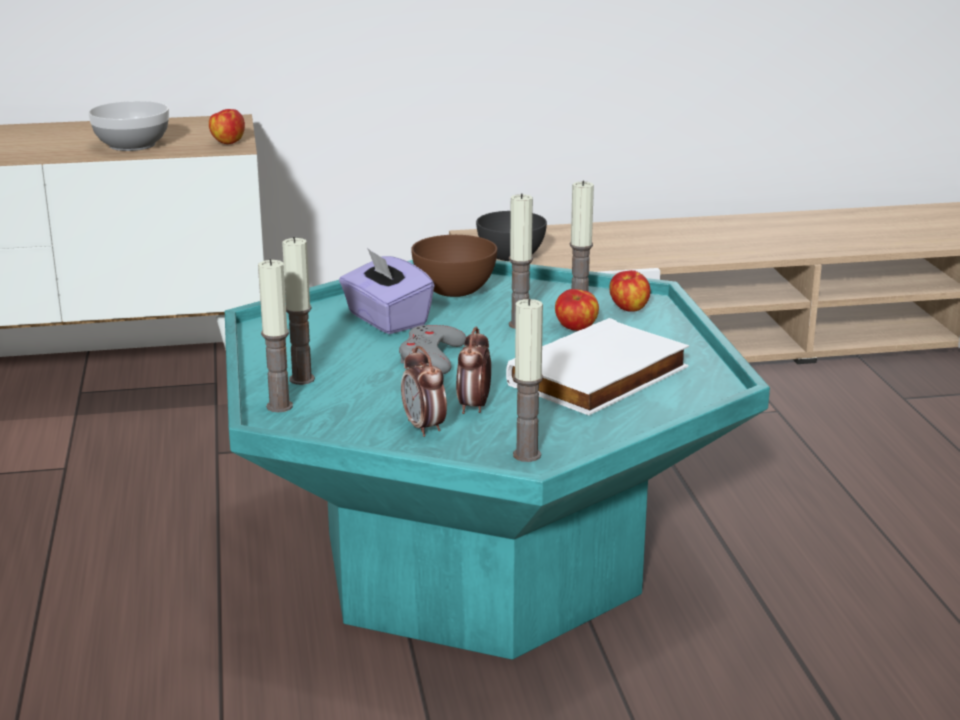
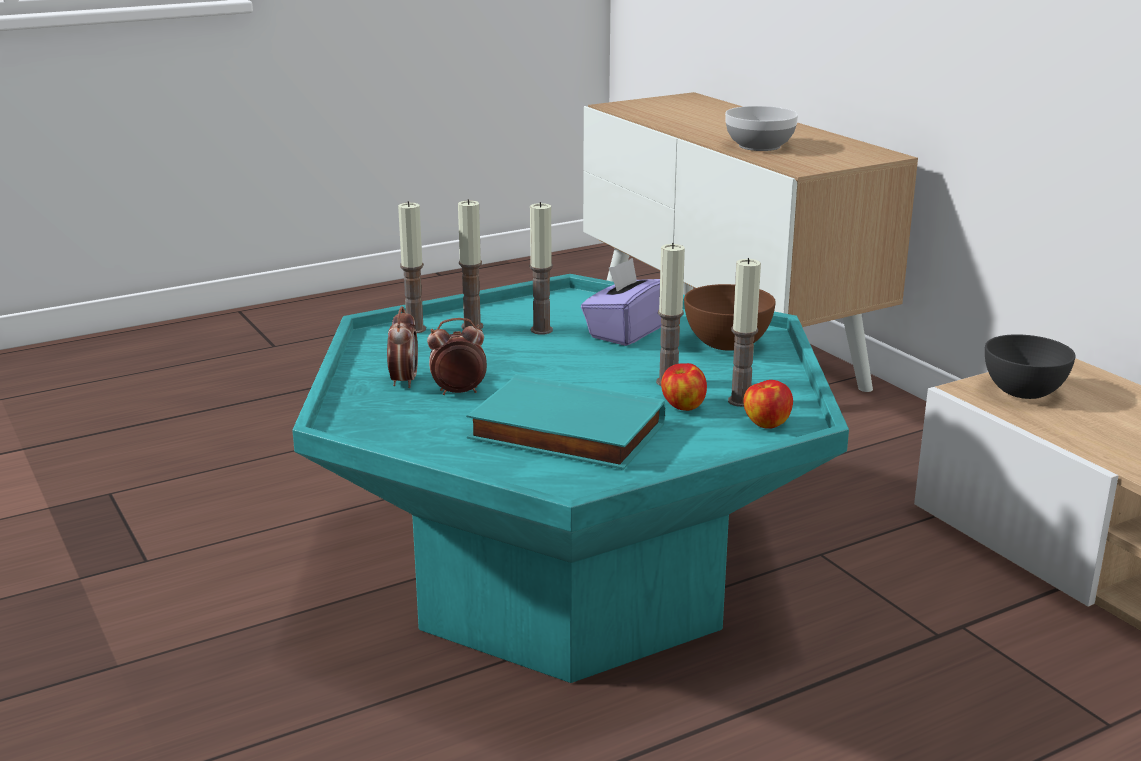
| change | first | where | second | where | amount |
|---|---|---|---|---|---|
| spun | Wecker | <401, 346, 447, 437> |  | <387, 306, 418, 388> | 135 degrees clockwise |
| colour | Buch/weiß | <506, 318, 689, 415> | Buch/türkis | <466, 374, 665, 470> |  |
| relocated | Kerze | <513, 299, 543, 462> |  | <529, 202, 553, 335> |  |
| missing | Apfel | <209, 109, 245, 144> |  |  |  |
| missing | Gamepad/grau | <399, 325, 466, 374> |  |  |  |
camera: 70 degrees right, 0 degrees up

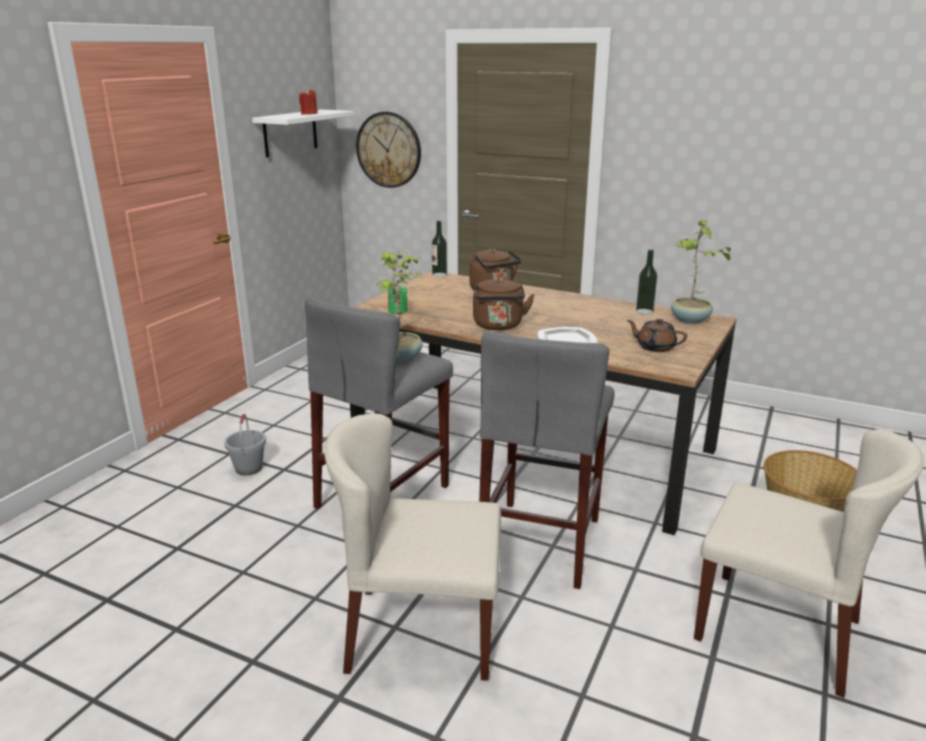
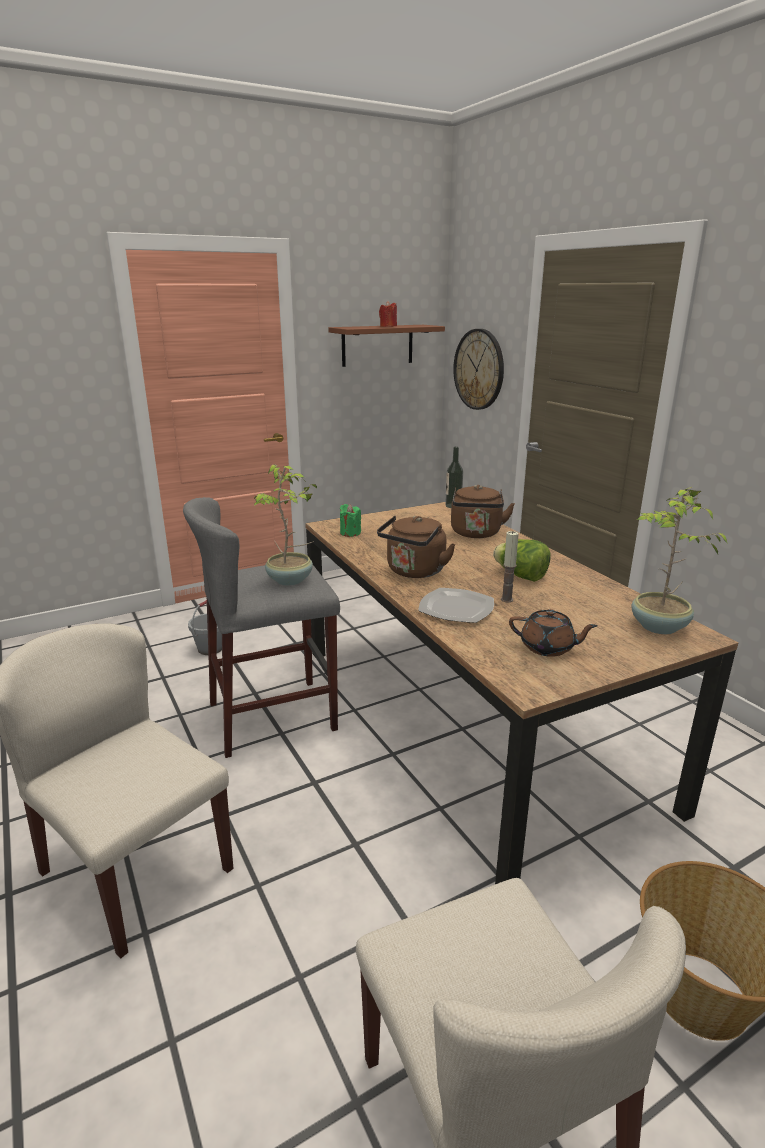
| change | first | where | second | where | amount |
|---|---|---|---|---|---|
| colour | Wandregal/weiß | <252, 110, 354, 157> | Wandregal/braun | <328, 325, 445, 367> |  |
| appeared |  |  | Salatkopf | <493, 539, 551, 582> |  |
| appeared |  |  | Kerze | <501, 531, 519, 602> |  |
| spun | Teekanne/braun | <627, 319, 687, 352> |  | <509, 609, 598, 657> | 135 degrees clockwise |
| missing | Hocker/grau | <479, 331, 614, 589> |  |  |  |
| missing | Flasche | <636, 250, 657, 315> |  |  |  |
camera: 35 degrees right, 0 degrees up

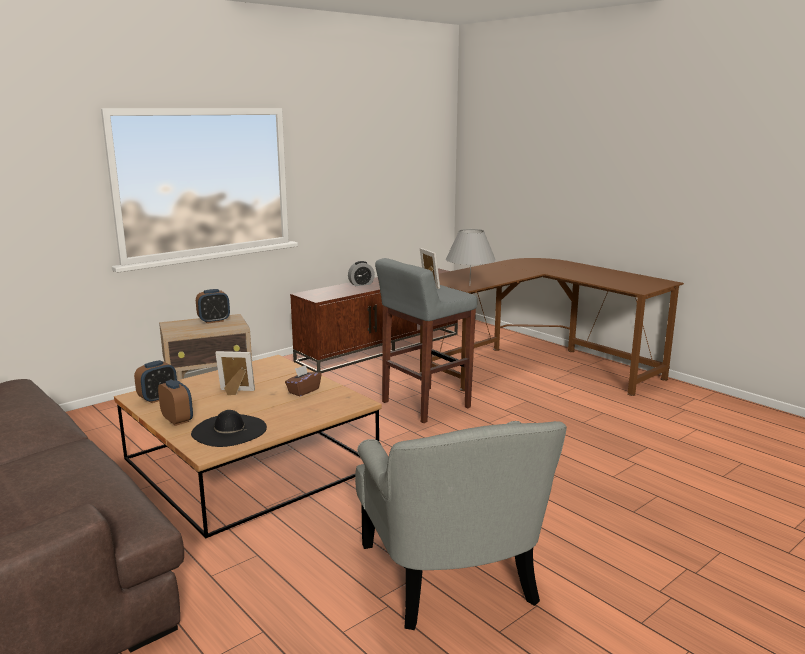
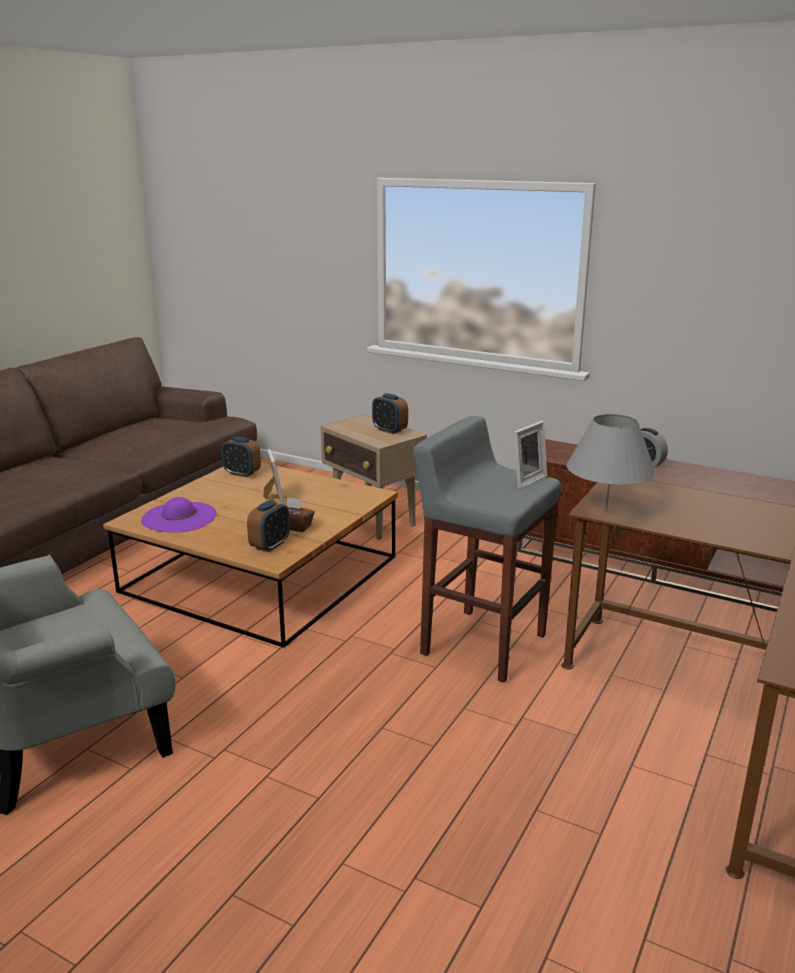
| change | first | where | second | where | amount |
|---|---|---|---|---|---|
| colour | Hut/schwarz | <191, 410, 267, 447> | Hut/lila | <141, 497, 216, 533> |  |
| relocated | Wecker | <158, 380, 193, 426> |  | <247, 500, 290, 552> |  |
camera: 70 degrees right, 5 degrees up

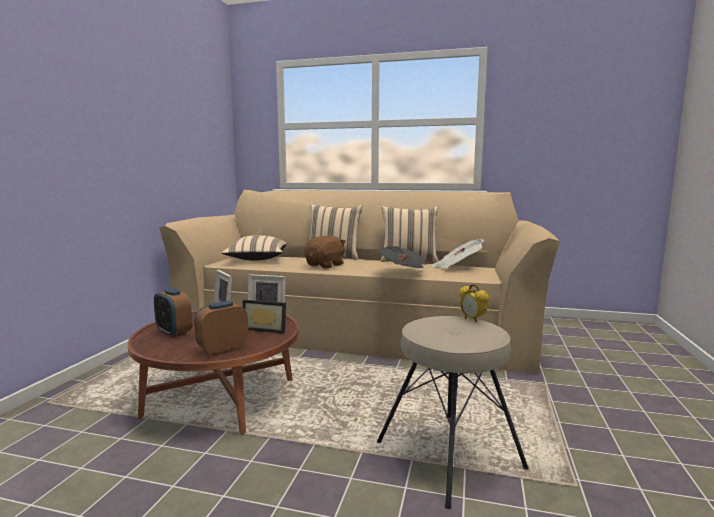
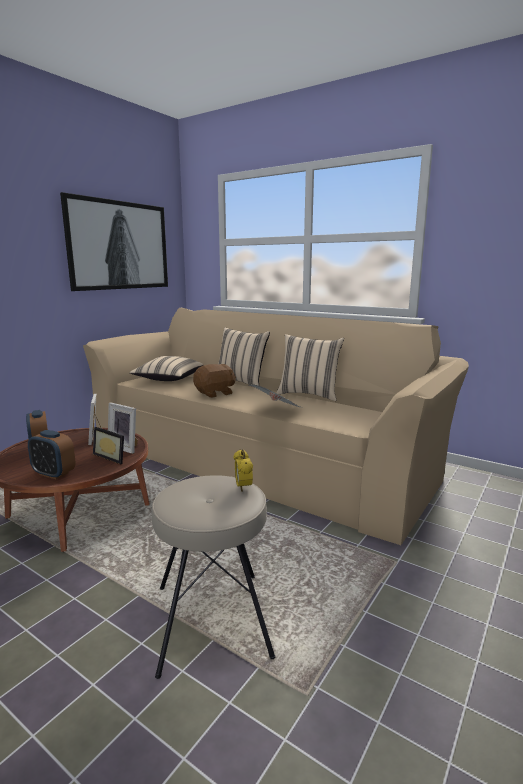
| change | first | where | second | where | amount |
|---|---|---|---|---|---|
| spun | Wecker | <195, 301, 248, 355> |  | <28, 430, 76, 479> | 135 degrees counterclockwise |
| appeared |  |  | Bild | <60, 192, 168, 291> |  |
| missing | Zeitung | <432, 239, 484, 268> |  |  |  |
camera: 20 degrees right, 5 degrees up

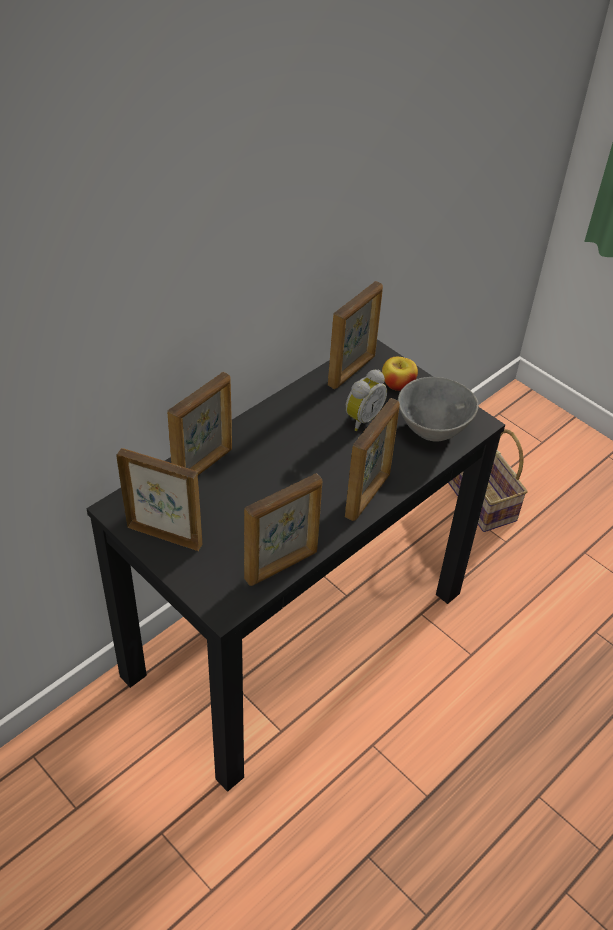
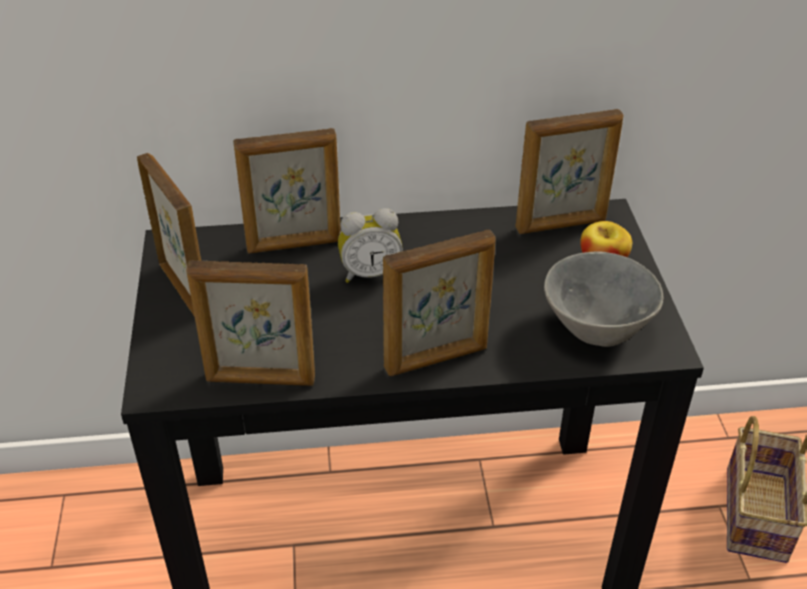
| change | first | where | second | where | amount |
|---|---|---|---|---|---|
| relocated | Wecker | <345, 369, 387, 431> |  | <338, 208, 403, 283> |  |
camera: 40 degrees right, 5 degrees down

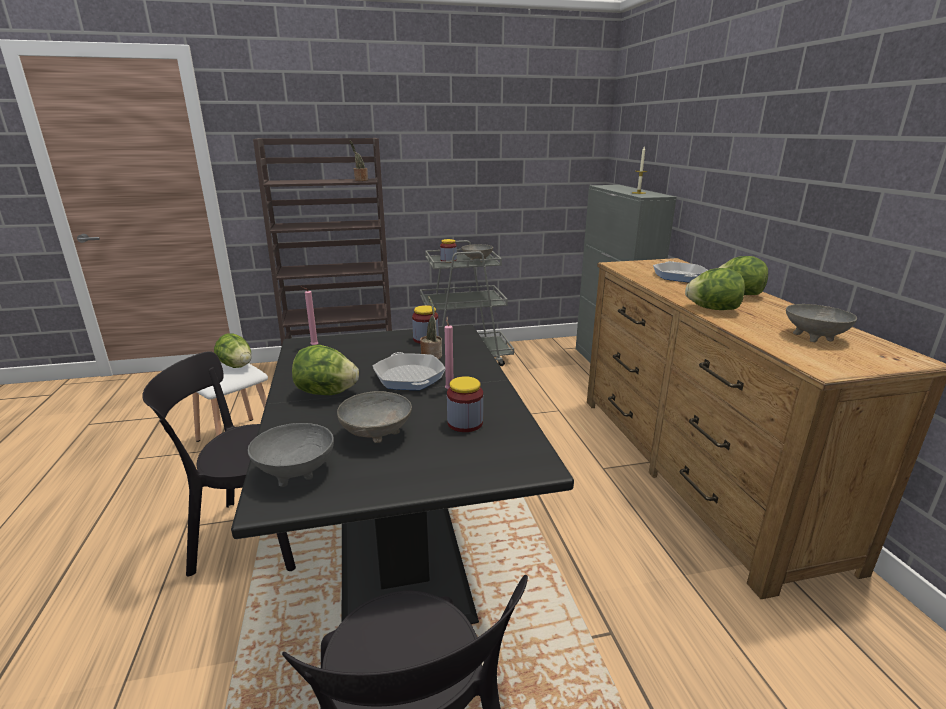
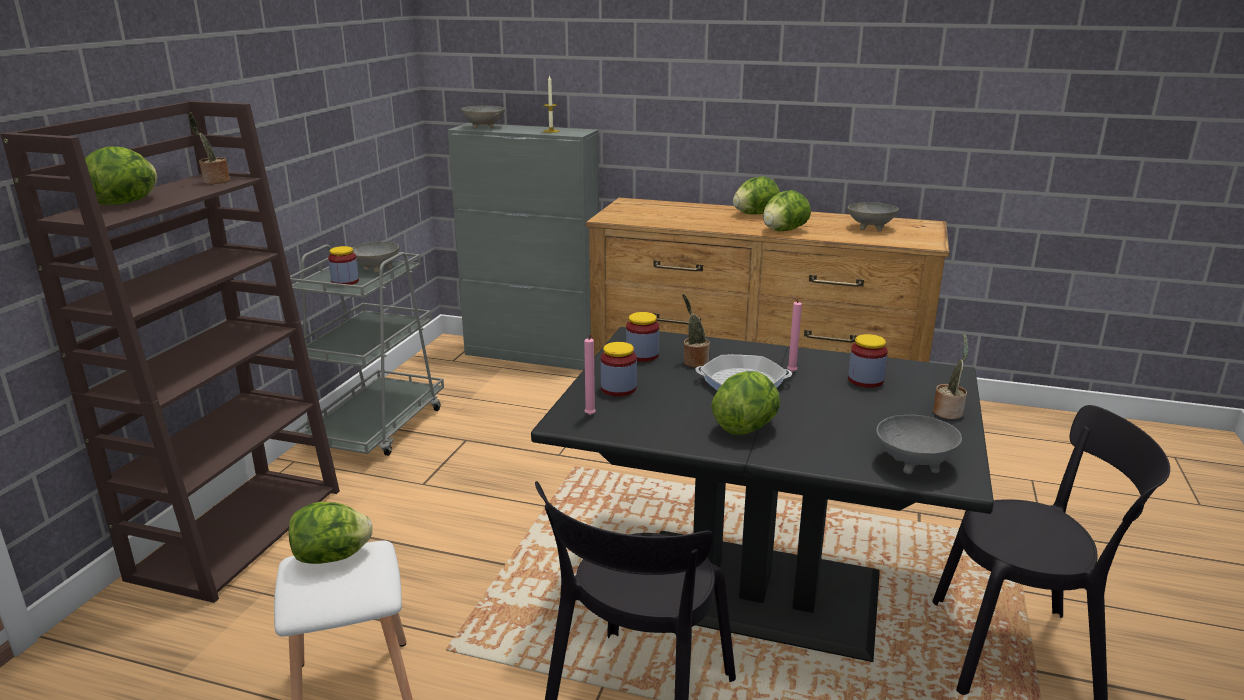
| change | first | where | second | where | amount |
|---|---|---|---|---|---|
| appeared |  |  | Salatkopf | <85, 146, 157, 205> |  |
| relocated | Schüssel/grau | <337, 391, 412, 443> |  | <461, 106, 505, 129> |  |
| appeared |  |  | Vorratsglas | <601, 342, 637, 396> |  |
| appeared |  |  | Topfpflanze | <933, 333, 969, 419> |  |
| missing | Pfanne | <653, 261, 708, 282> |  |  |  |
camera: 60 degrees left, 0 degrees up

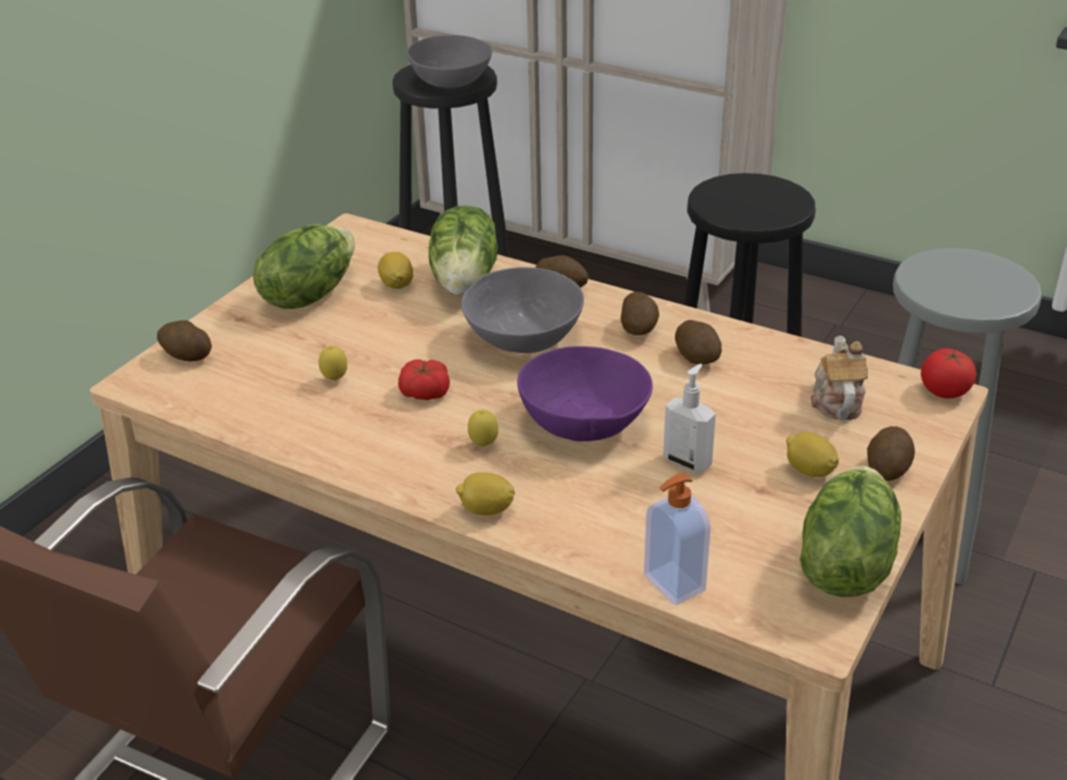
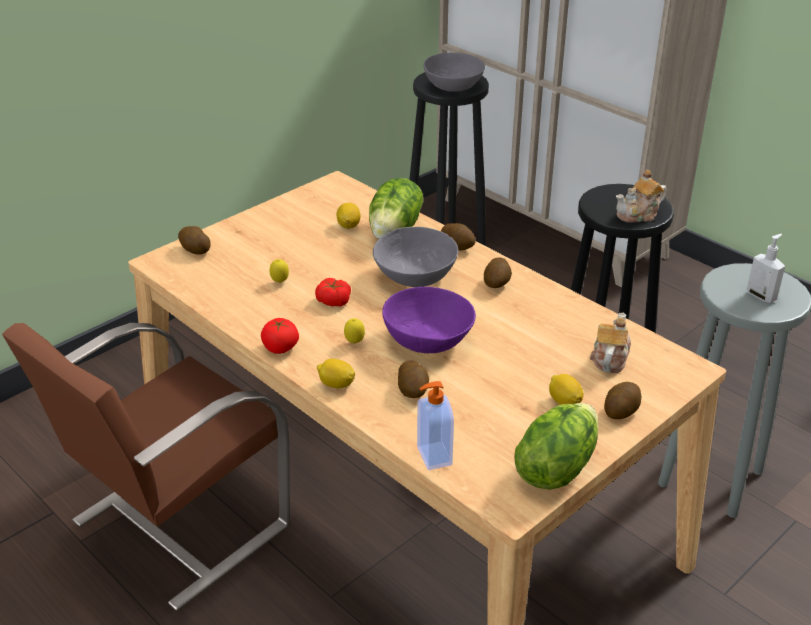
| change | first | where | second | where | amount |
|---|---|---|---|---|---|
| relocated | Tomate | <921, 349, 976, 398> |  | <261, 318, 299, 354> |  |
| relocated | Kartoffel | <675, 320, 722, 364> |  | <398, 360, 429, 398> |  |
| appeared |  |  | Teekanne | <616, 170, 667, 223> |  |
| relocated | Seifenspender | <663, 364, 716, 473> |  | <746, 234, 785, 303> |  |
| missing | Salatkopf | <253, 224, 355, 309> |  |  |  |
camera: 15 degrees right, 0 degrees up

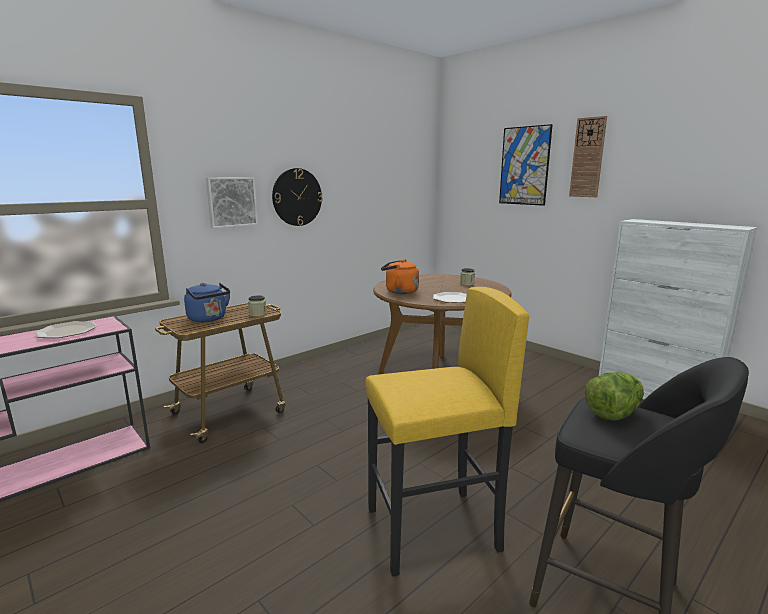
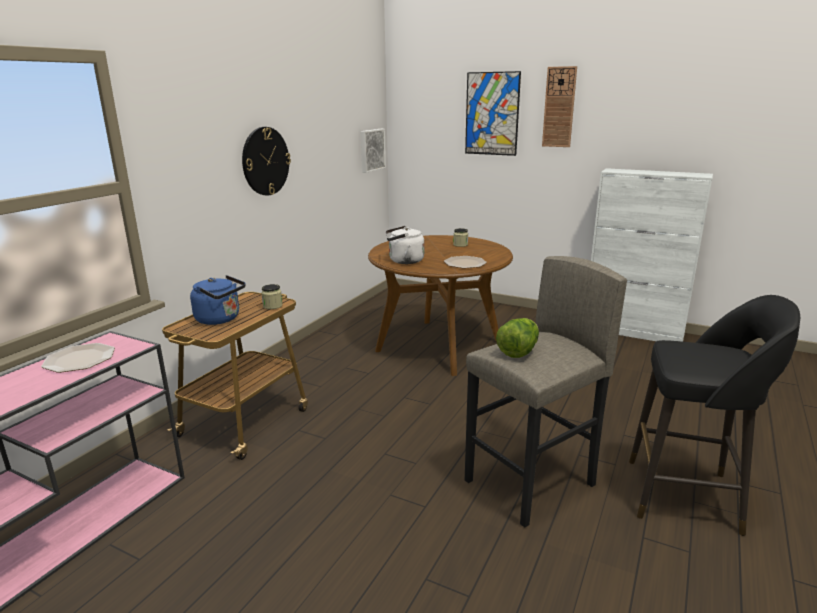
| change | first | where | second | where | amount |
|---|---|---|---|---|---|
| relocated | Bild | <206, 177, 258, 228> |  | <361, 129, 386, 173> |  |
| colour | Wasserkessel/orange | <381, 259, 419, 294> | Wasserkessel/weiß | <386, 226, 424, 264> |  |
| colour | Hocker/gelb | <366, 287, 529, 577> | Hocker/grau | <465, 256, 627, 528> |  |
| relocated | Salatkopf | <585, 372, 644, 421> |  | <496, 318, 539, 358> |  |
camera: 20 degrees left, 5 degrees up

